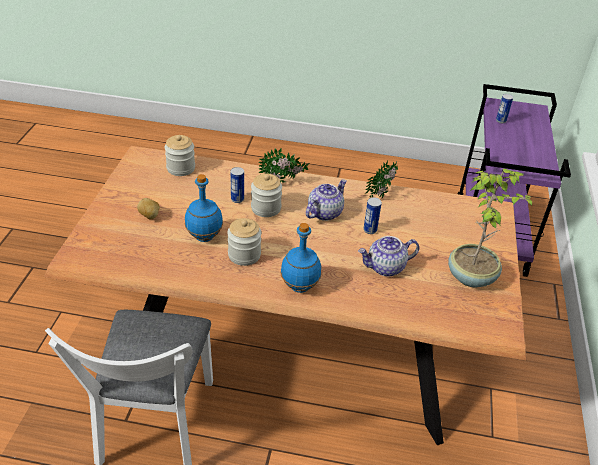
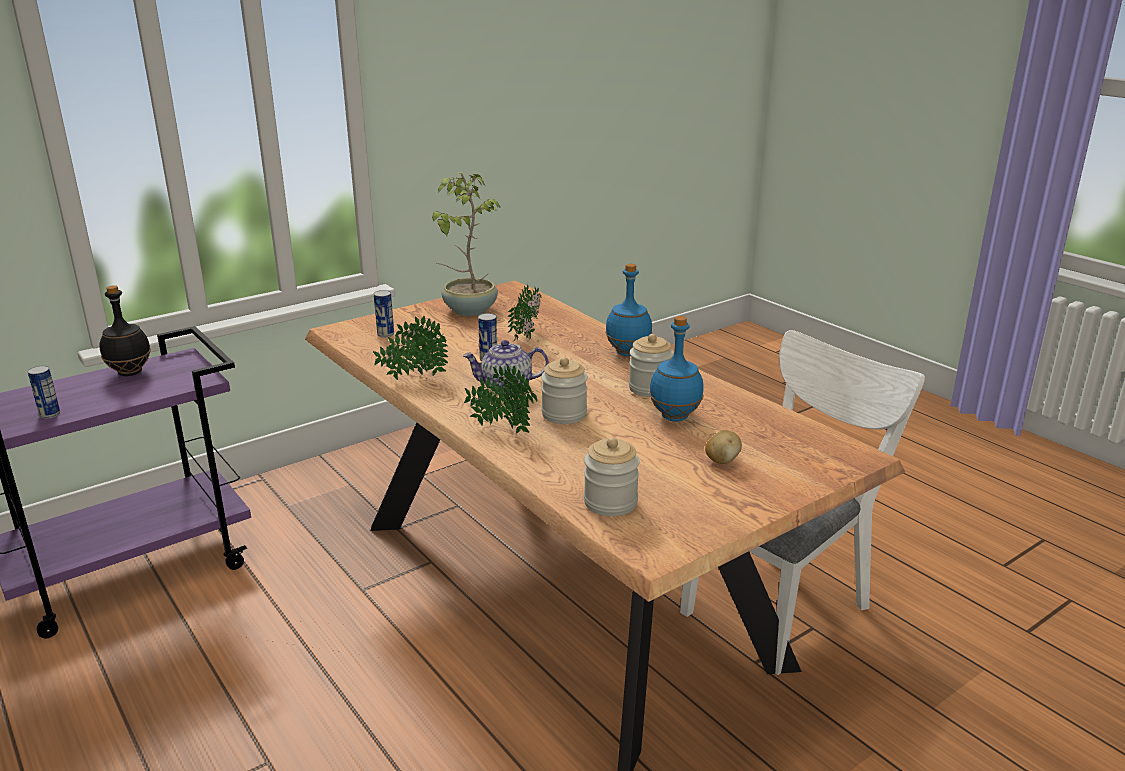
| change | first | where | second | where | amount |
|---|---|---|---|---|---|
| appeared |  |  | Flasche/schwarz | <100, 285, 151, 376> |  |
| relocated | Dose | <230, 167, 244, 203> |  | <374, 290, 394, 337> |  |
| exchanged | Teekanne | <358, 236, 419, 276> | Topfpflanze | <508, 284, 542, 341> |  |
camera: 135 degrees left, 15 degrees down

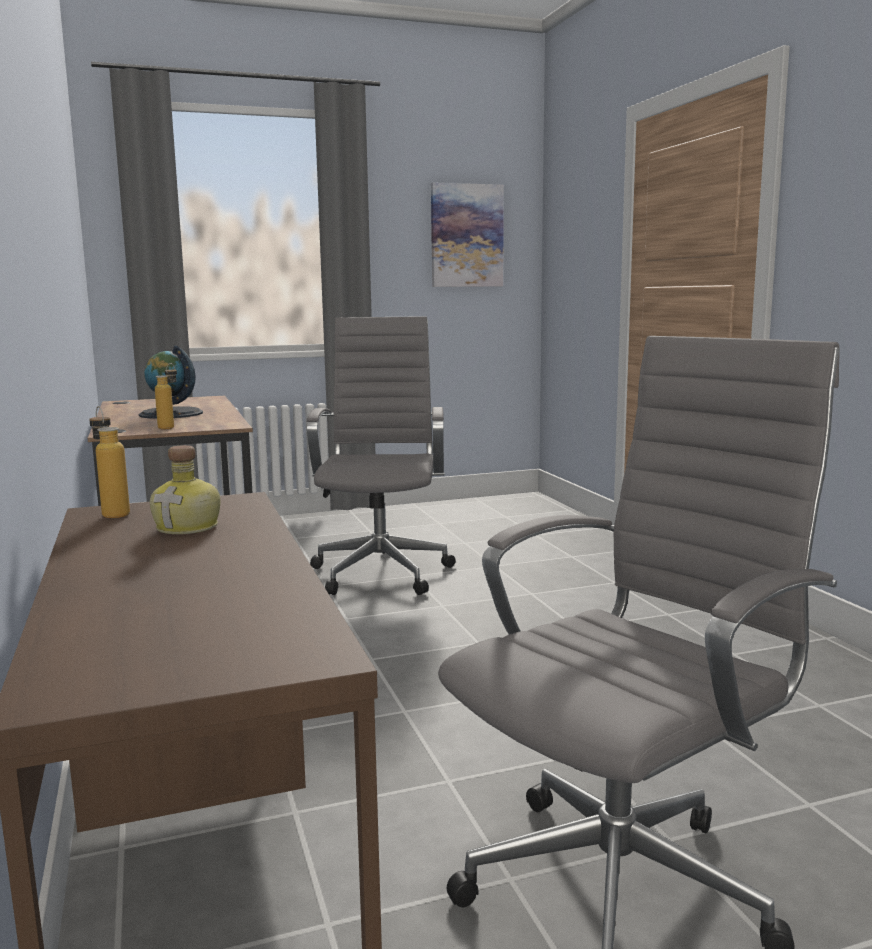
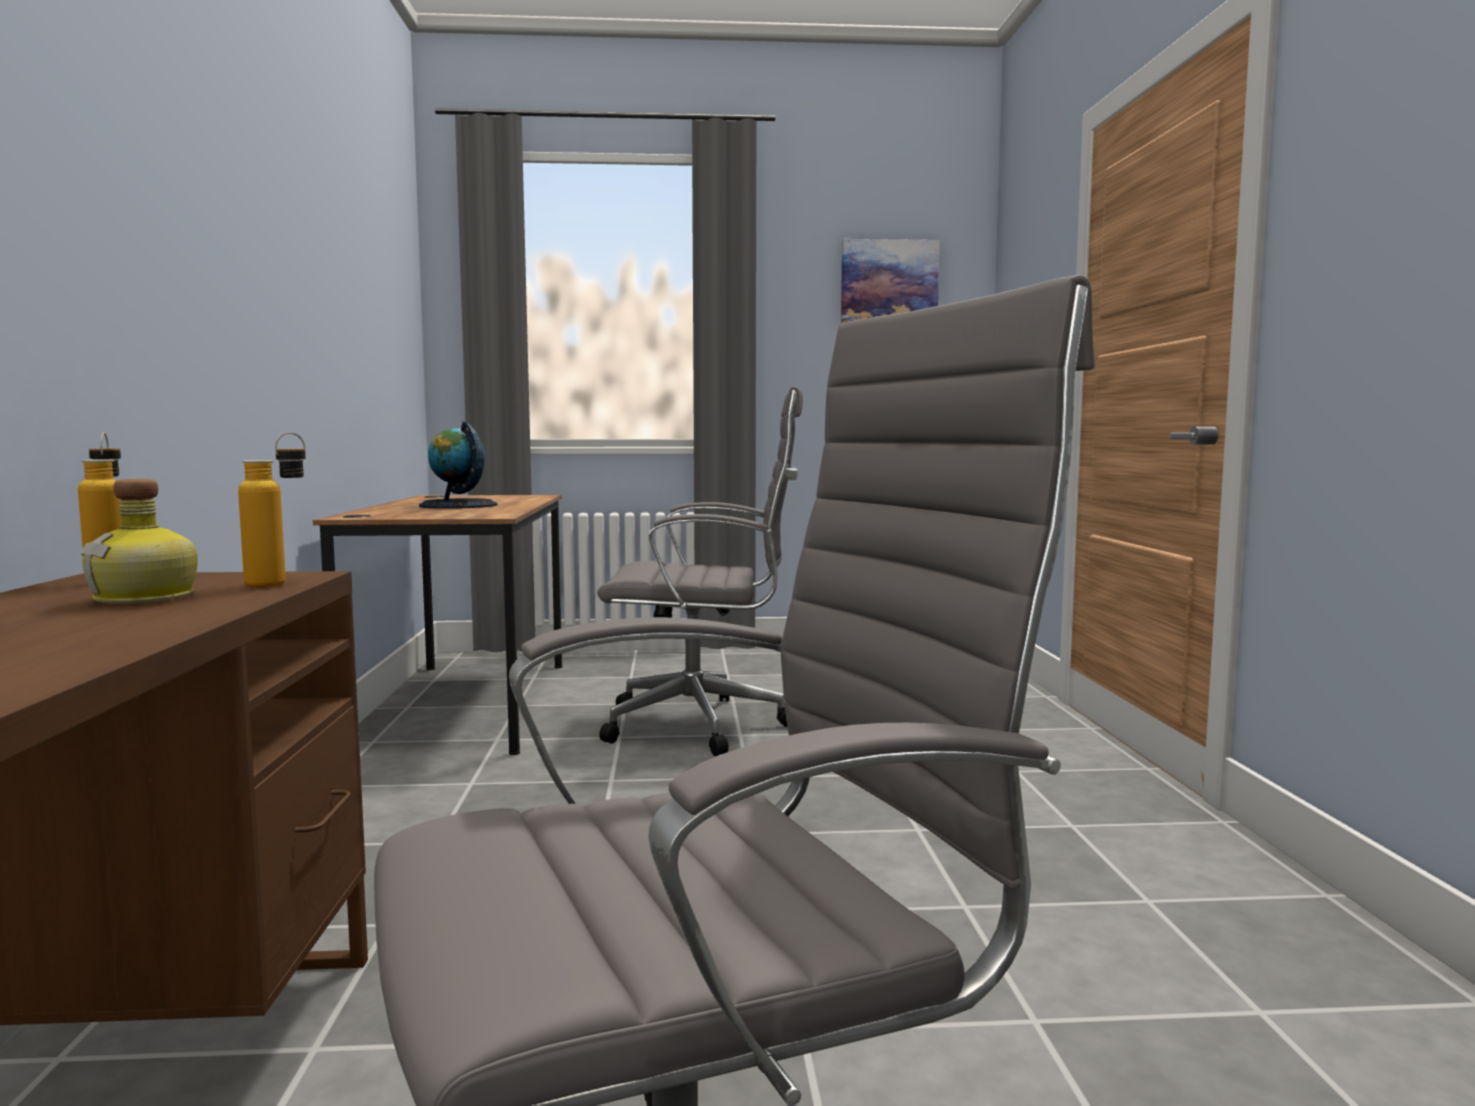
| change | first | where | second | where | amount |
|---|---|---|---|---|---|
| relocated | Flasche | <155, 363, 177, 429> |  | <238, 432, 306, 588> |  |
| spun | Bürostuhl/grau | <307, 316, 456, 595> |  | <598, 387, 803, 756> | 75 degrees clockwise |
camera: 15 degrees right, 5 degrees down

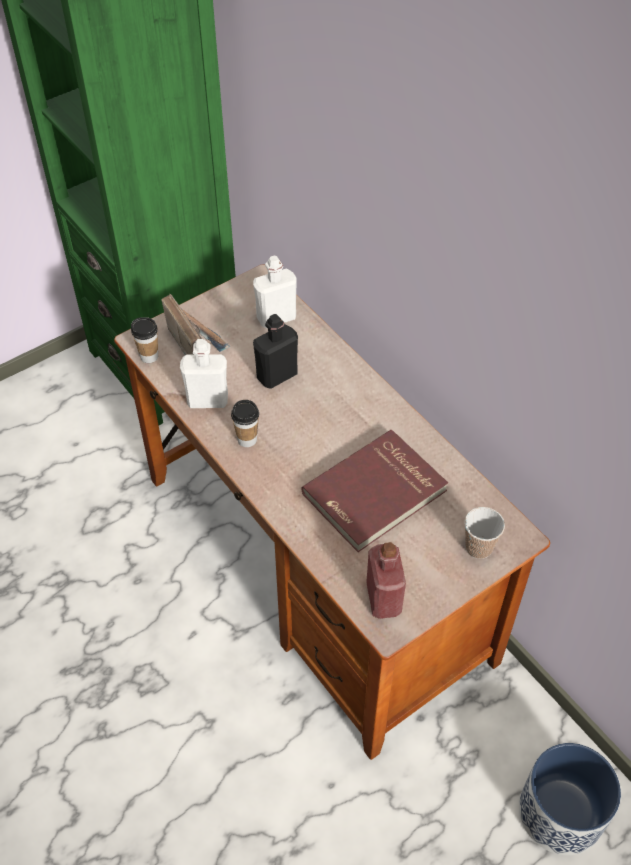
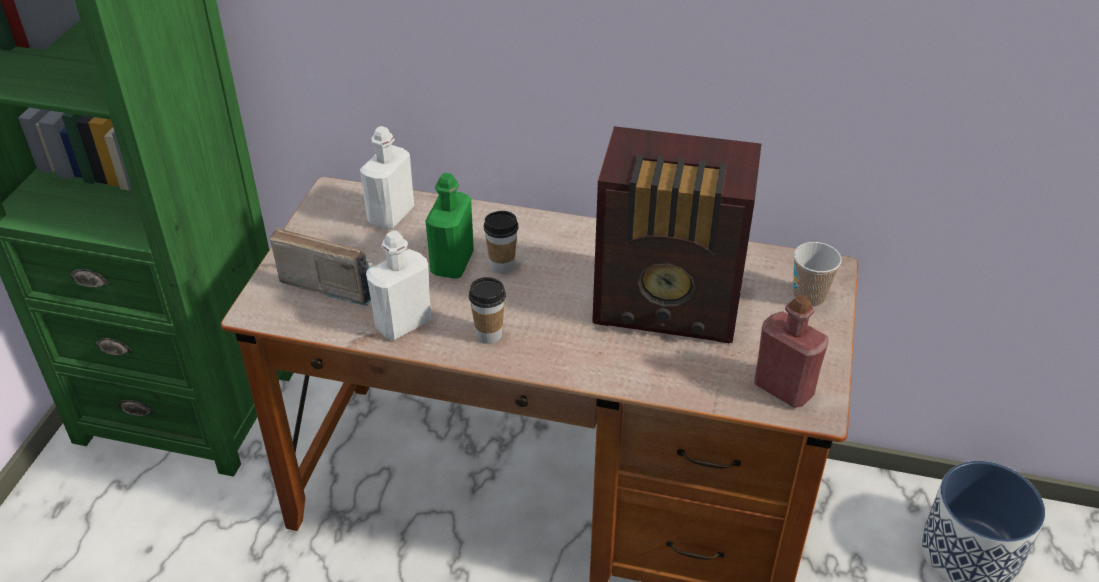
| change | first | where | second | where | amount |
|---|---|---|---|---|---|
| colour | Flasche/schwarz | <253, 314, 298, 389> | Flasche/grün | <425, 173, 474, 279> |  |
| relocated | Tasse | <131, 317, 158, 363> |  | <484, 211, 518, 274> |  |
| exchanged | Buch/rot | <301, 430, 448, 552> | Radio | <592, 126, 761, 344> |  |
camera: 40 degrees left, 10 degrees down

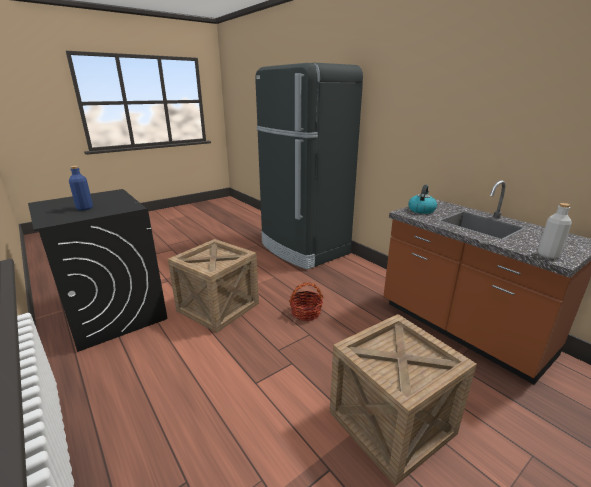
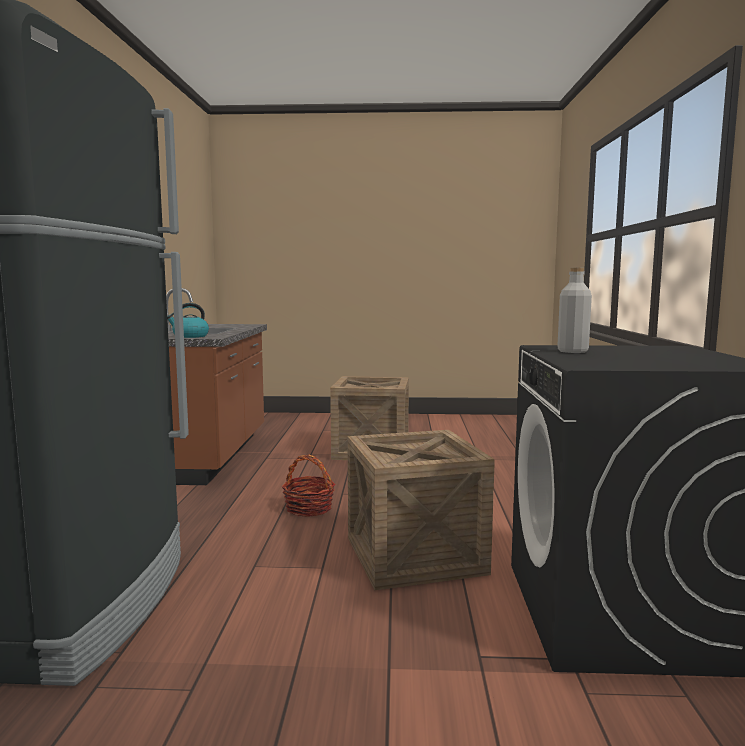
| change | first | where | second | where | amount |
|---|---|---|---|---|---|
| relocated | Flasche/grau | <538, 203, 572, 259> |  | <557, 268, 592, 353> |  |
| missing | Flasche/blau | <69, 166, 93, 211> |  |  |  |
camera: 140 degrees left, 15 degrees down

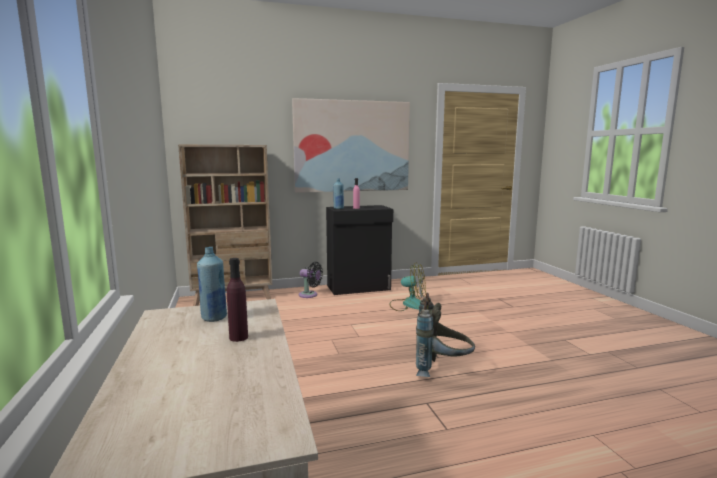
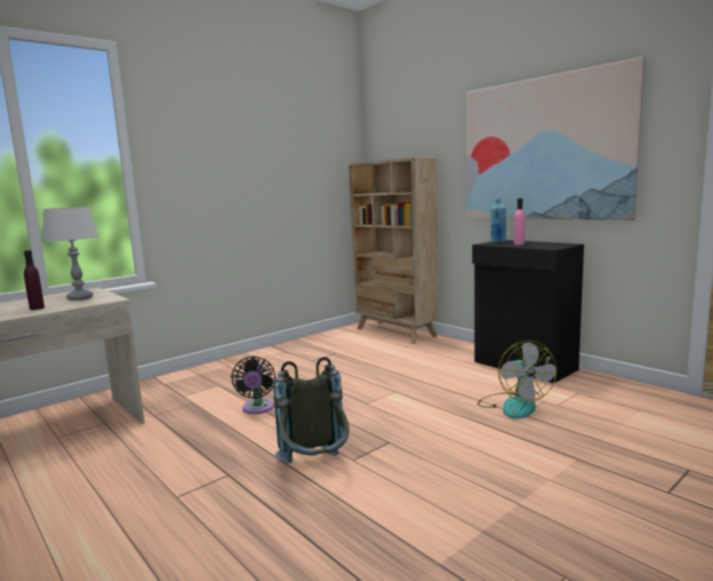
| change | first | where | second | where | amount |
|---|---|---|---|---|---|
| exchanged | Flasche/blau | <197, 247, 227, 322> | Tischlampe/grau | <42, 207, 99, 301> |  |
| relocated | Ventilator/schwarz | <299, 262, 323, 298> |  | <231, 356, 276, 414> |  |
camera: 65 degrees right, 0 degrees up

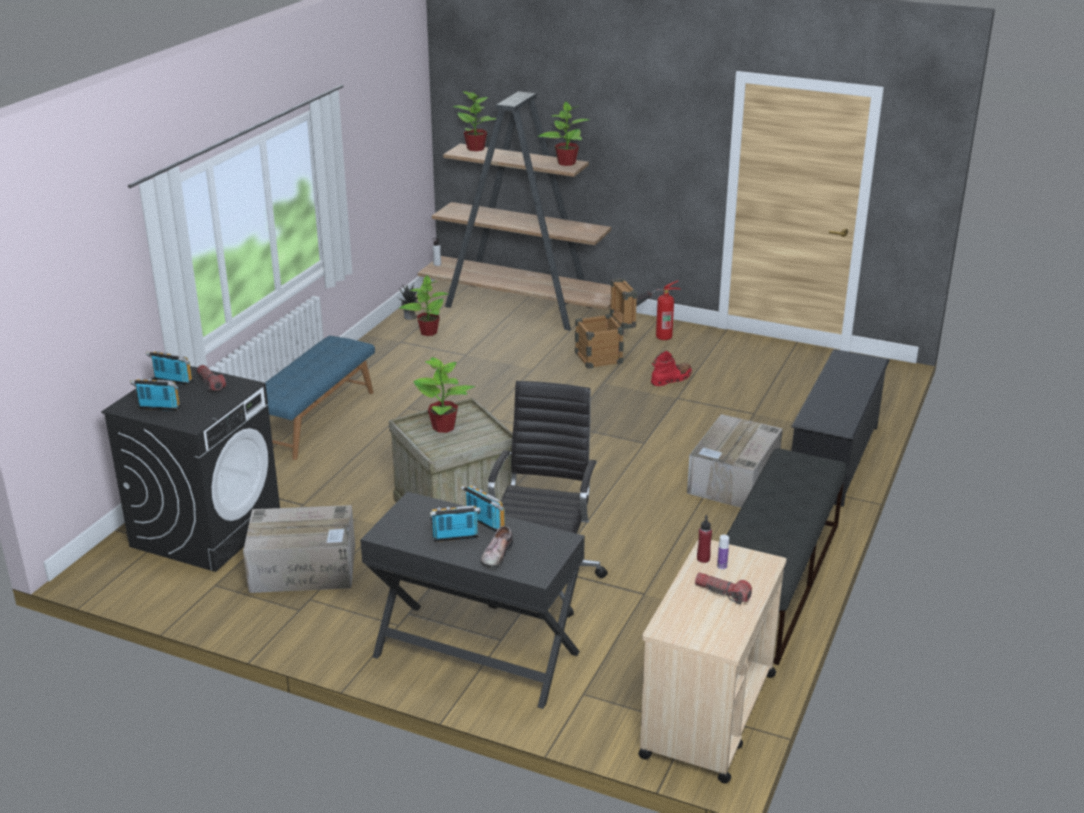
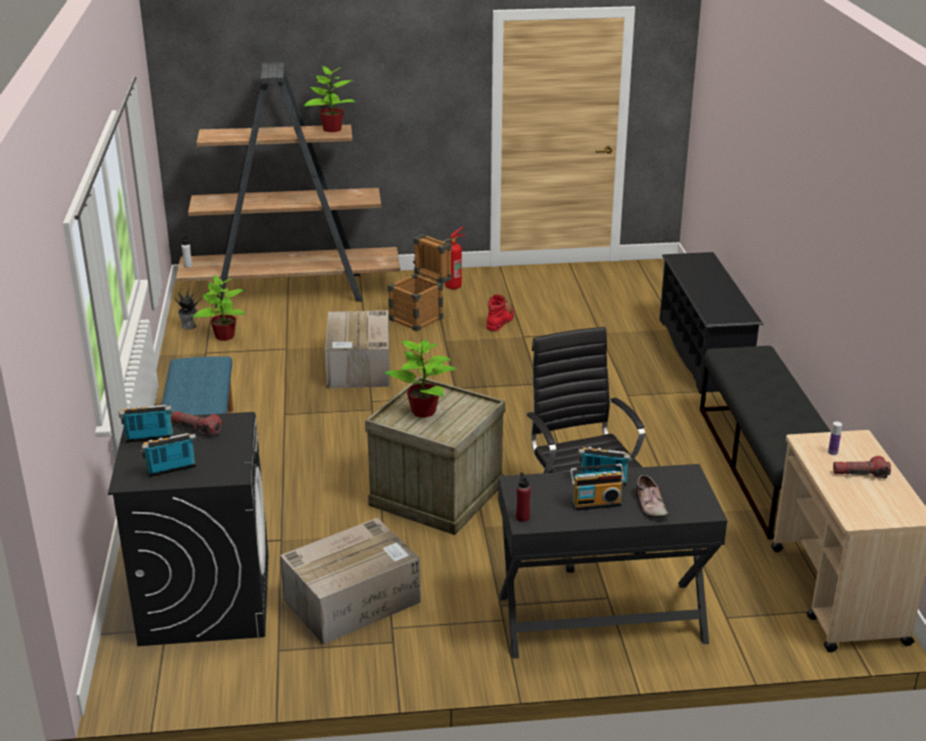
| change | first | where | second | where | amount |
|---|---|---|---|---|---|
| relocated | Karton | <687, 414, 783, 508> |  | <325, 310, 390, 388> |  |
| relocated | Flasche/rot | <697, 515, 712, 563> |  | <516, 472, 531, 522> |  |
| spun | Radio | <429, 505, 480, 542> |  | <570, 464, 625, 511> | 150 degrees counterclockwise |
| missing | Topfpflanze | <453, 91, 496, 151> |  |  |  |
camera: 30 degrees left, 0 degrees up

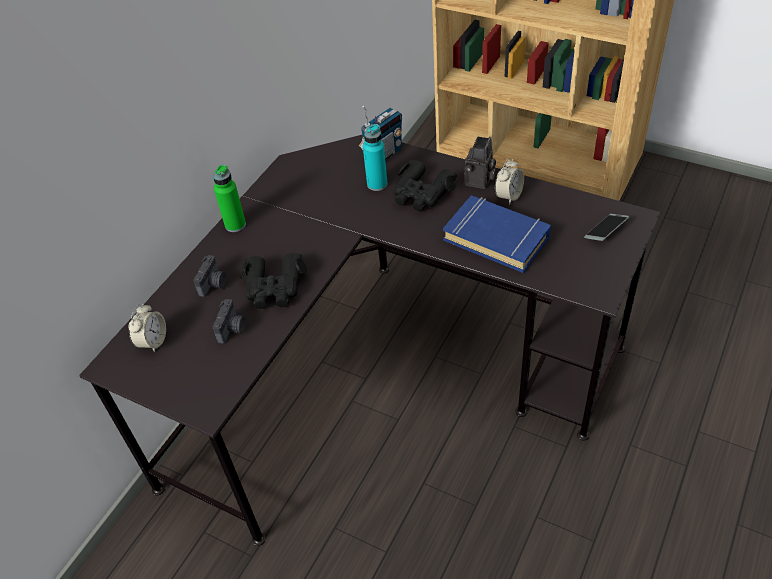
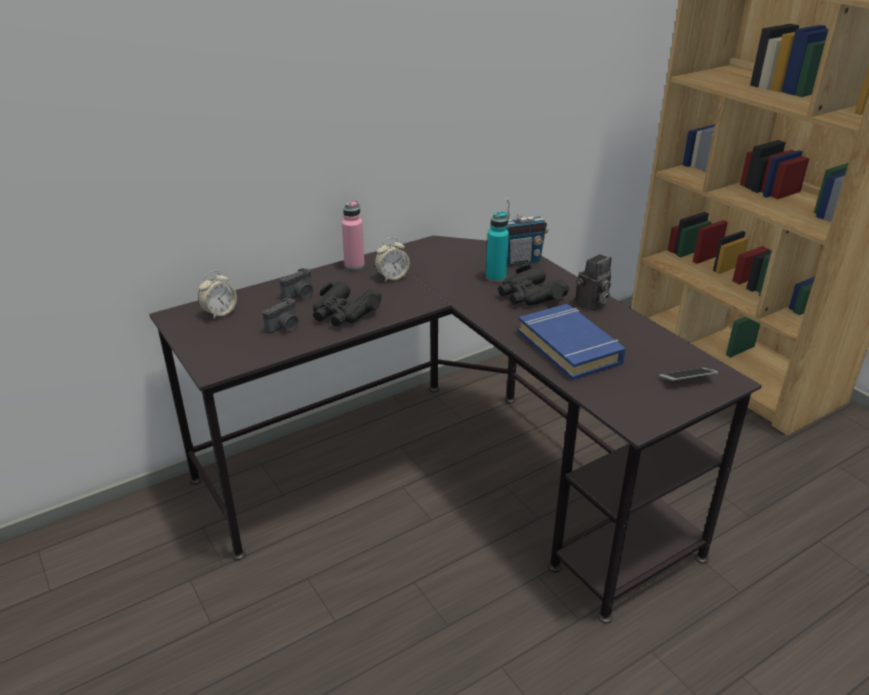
| change | first | where | second | where | amount |
|---|---|---|---|---|---|
| colour | Flasche/grün | <213, 164, 246, 232> | Flasche/rosa | <342, 200, 365, 270> |  |
| relocated | Wecker | <495, 158, 524, 205> |  | <375, 237, 409, 282> |  |
camera: 25 degrees right, 15 degrees down

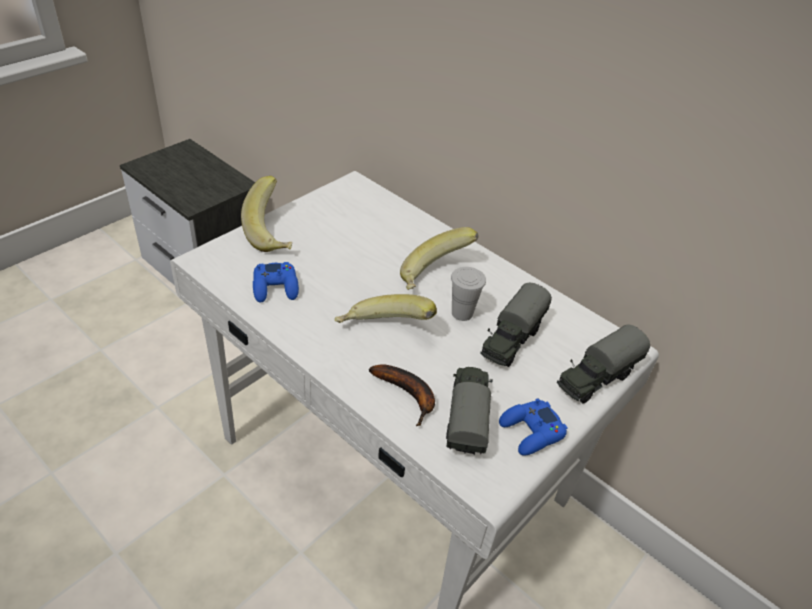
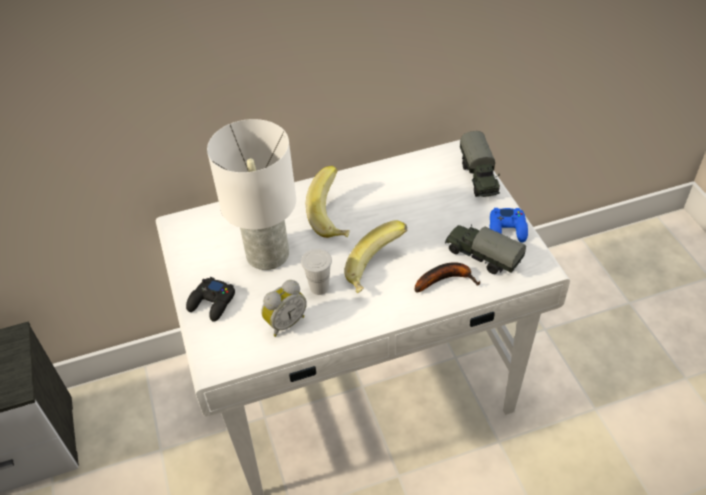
| change | first | where | second | where | amount |
|---|---|---|---|---|---|
| exchanged | Banane | <241, 176, 292, 252> | Gamepad/schwarz | <186, 277, 235, 322> |  |
| appeared |  |  | Tischlampe/weiß | <207, 119, 296, 270> |  |
| exchanged | Gamepad/blau | <253, 262, 299, 302> | Wecker | <261, 280, 307, 337> |  |
| relocated | Tasse/weiß | <451, 267, 486, 321> |  | <301, 249, 332, 295> |  |
| missing | Spielzeuglaster | <480, 283, 552, 367> |  |  |  |
camera: 55 degrees left, 5 degrees up

